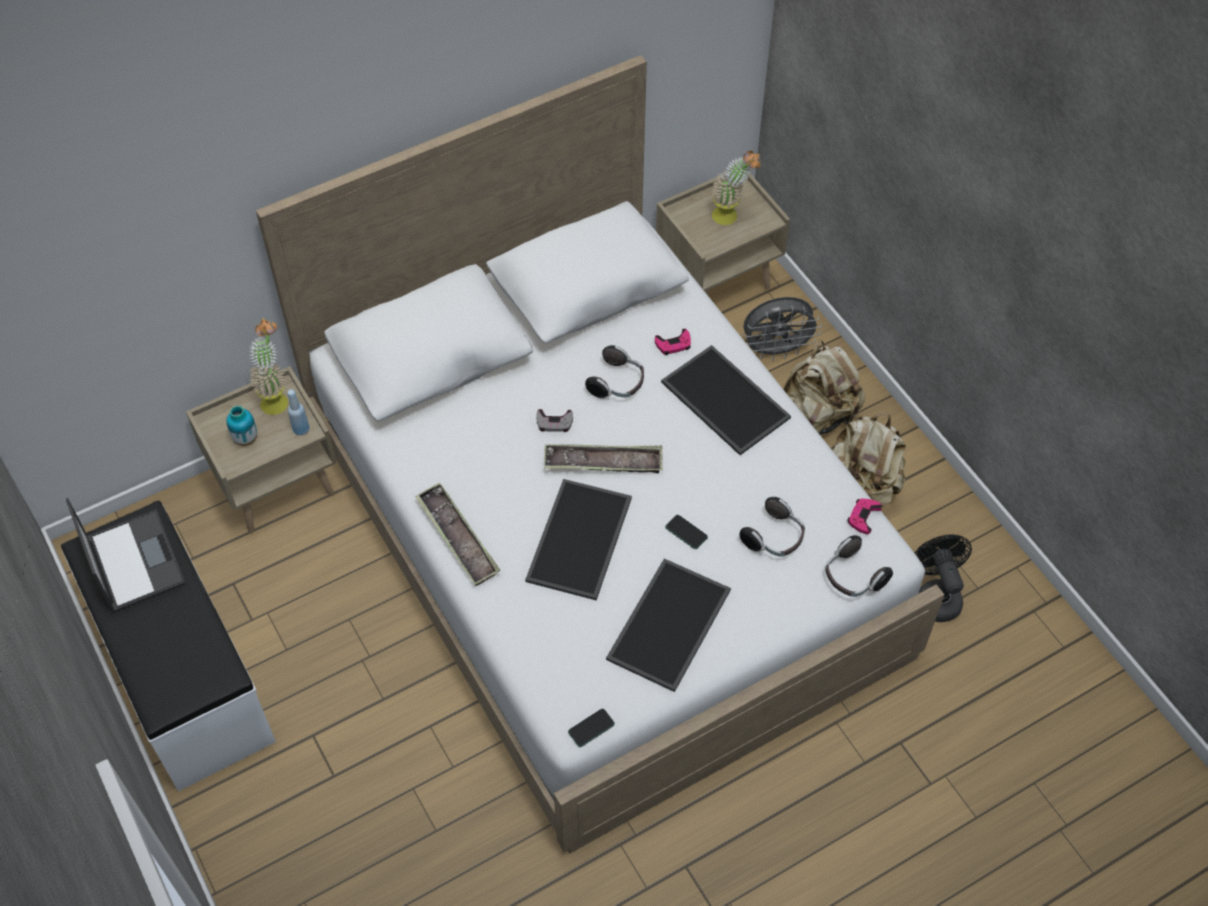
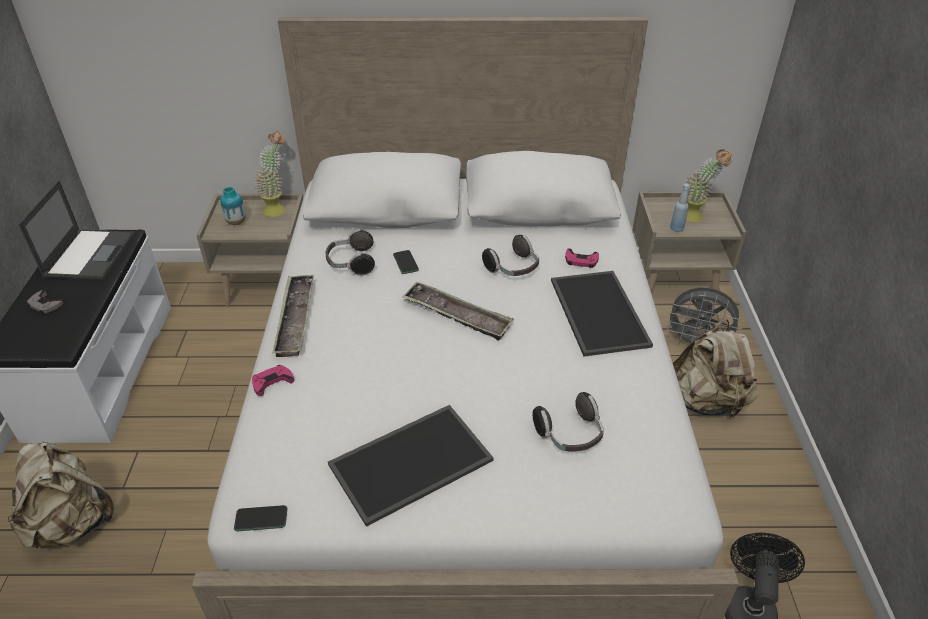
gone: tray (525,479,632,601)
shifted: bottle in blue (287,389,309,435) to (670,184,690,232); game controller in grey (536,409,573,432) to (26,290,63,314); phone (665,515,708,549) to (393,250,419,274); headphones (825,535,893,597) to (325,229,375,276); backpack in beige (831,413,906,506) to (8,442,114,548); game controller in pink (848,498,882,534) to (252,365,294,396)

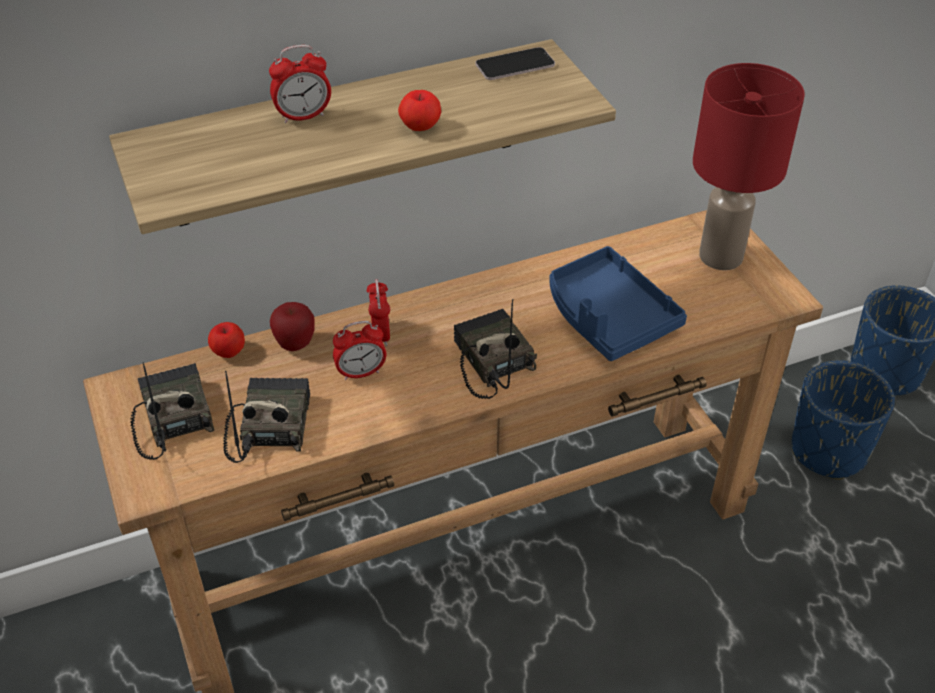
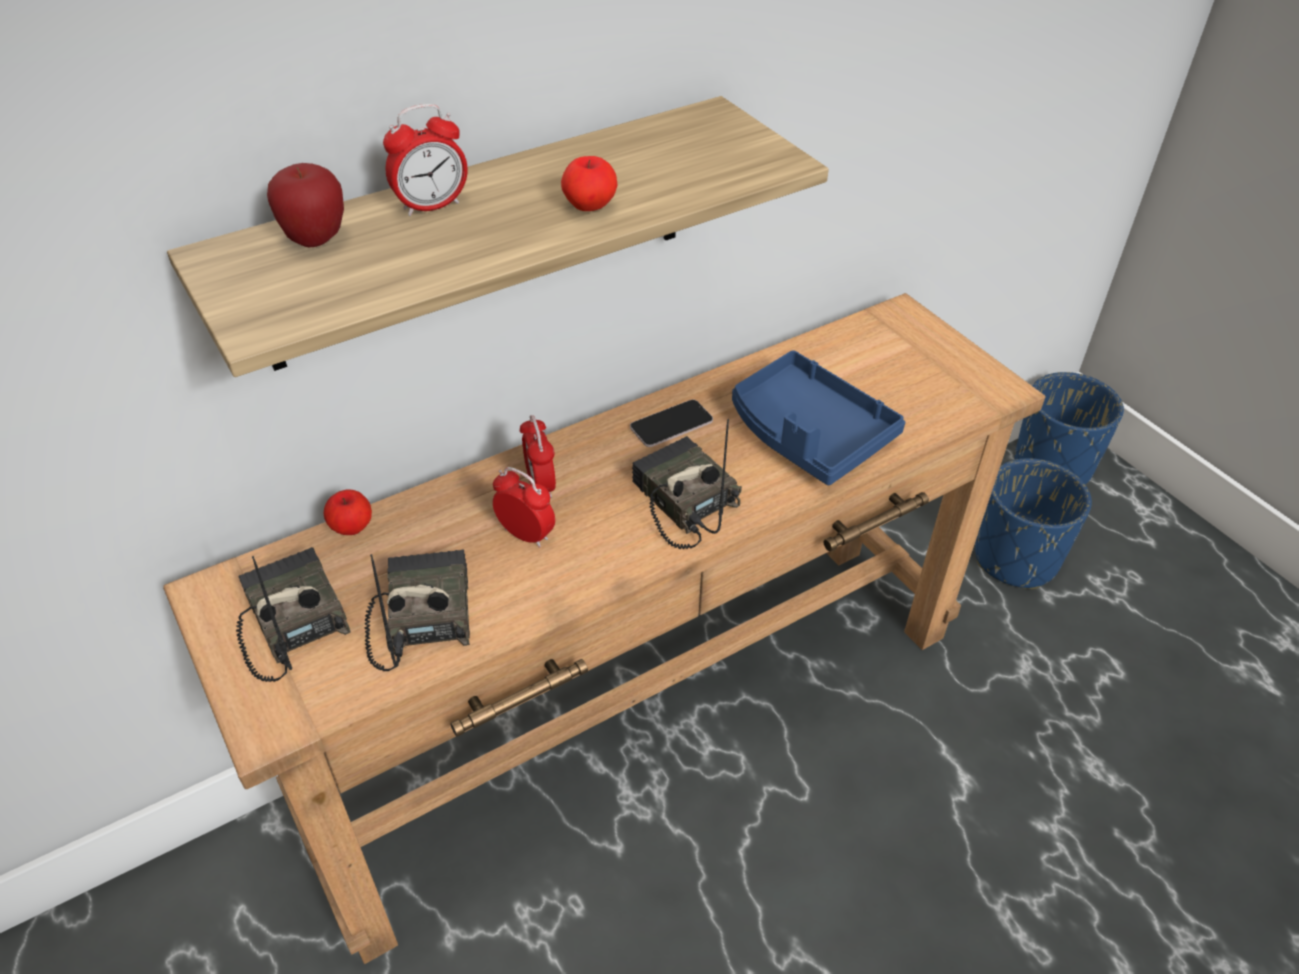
gone: table lamp in red (693,63,805,270)
shifted: apple (270,302,315,351) to (267,163,344,247); phone (475,47,555,80) to (630,399,713,447)
rotated: alarm clock (333,321,386,380) = (493,467,555,548) 120 degrees counterclockwise

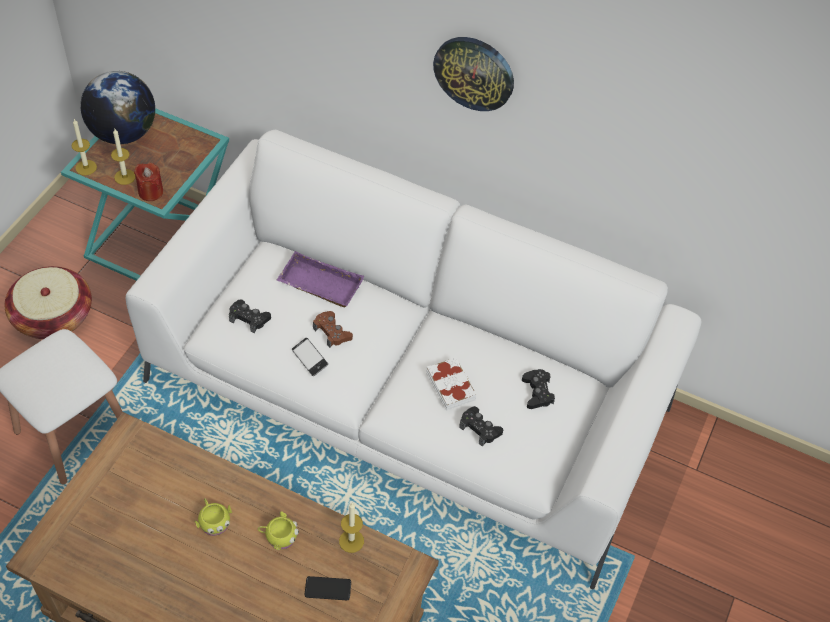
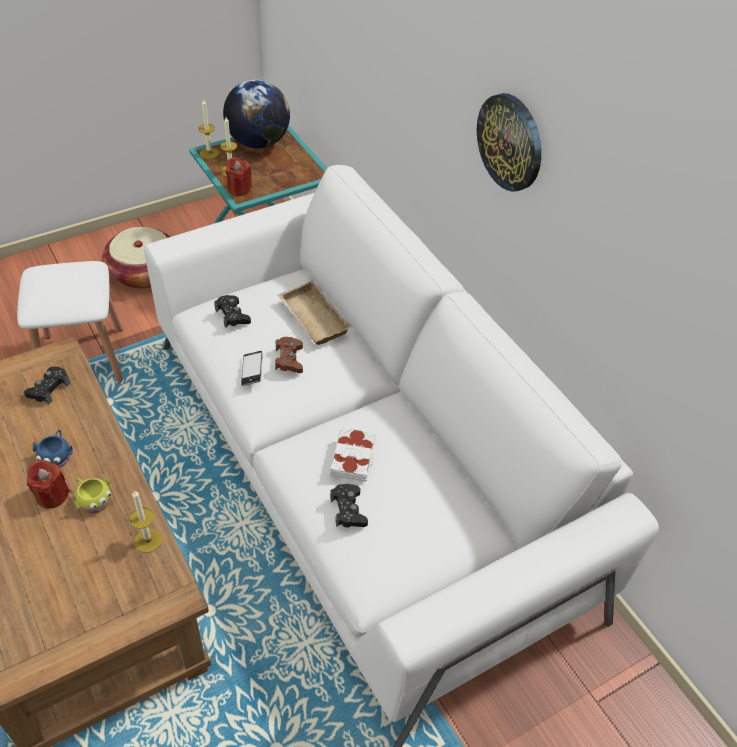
gone: phone (305,576,351,600)
new: candle in red (27,460,70,508)
shifted: game controller in black (522,369,555,409) to (24,367,70,405)
repainted: mug in yellow (195,498,232,536) to mug in blue (33,430,73,468); tray in purple (277,251,364,307) to tray in beige (277,281,352,345)

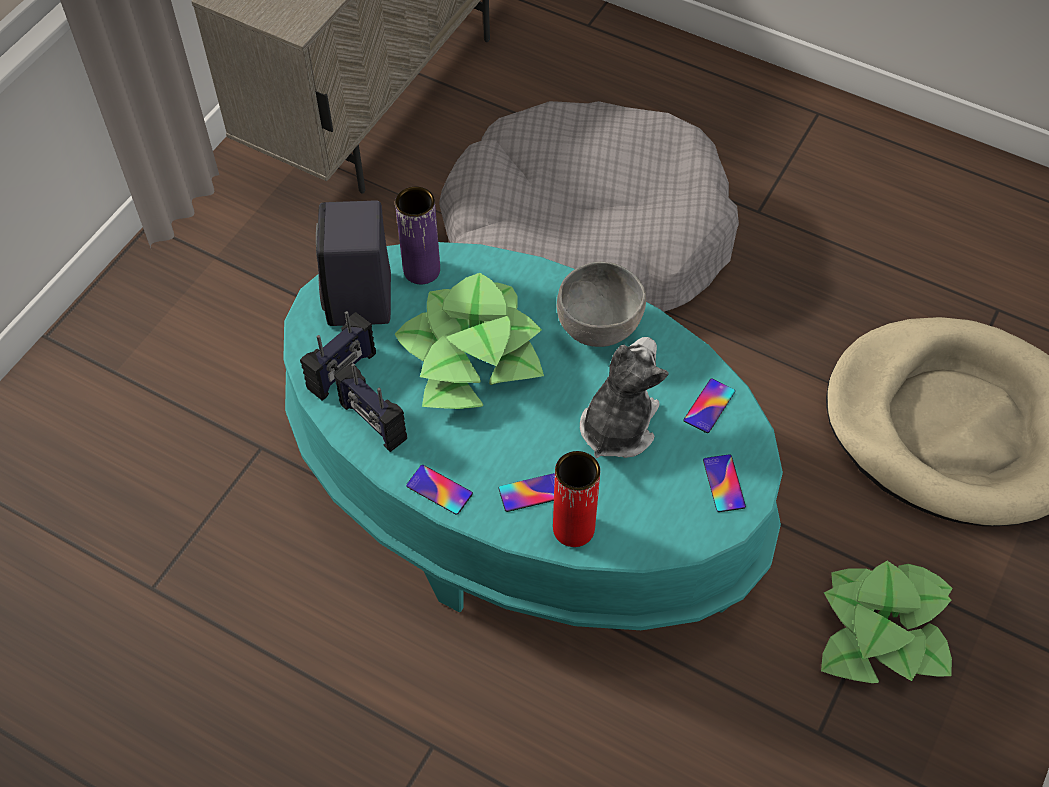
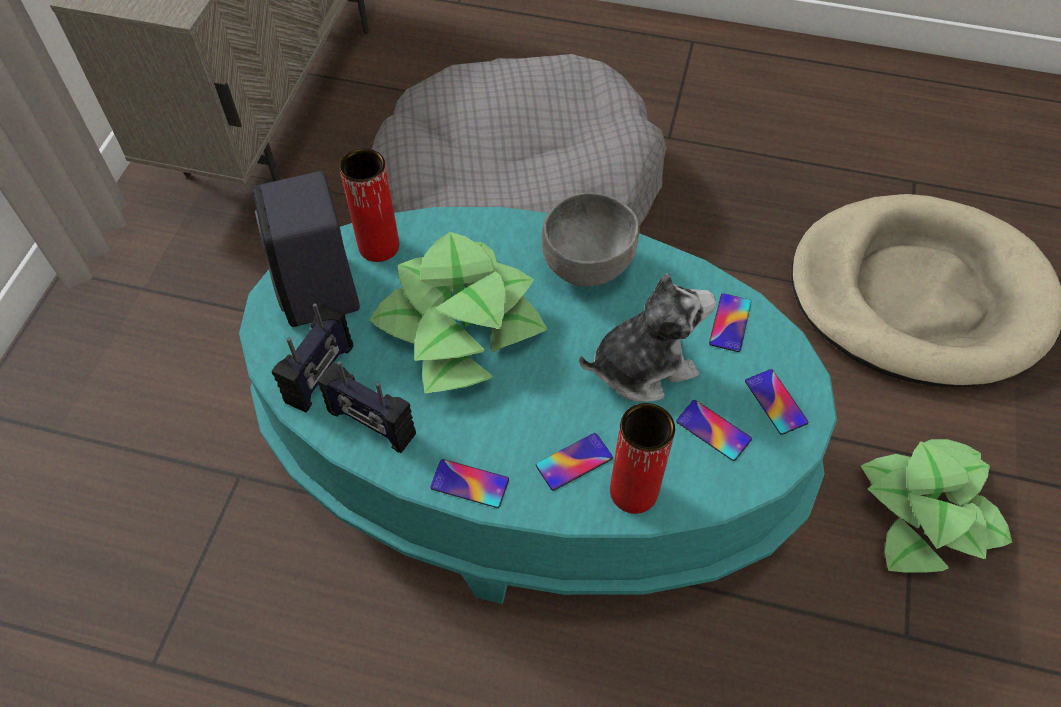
new: phone (676,400,752,461)
repainted: vase in purple (395,187,440,284) to vase in red (339,149,399,262)
rotated: plush toy (580,337,669,458) = (579,273,716,402) 60 degrees clockwise

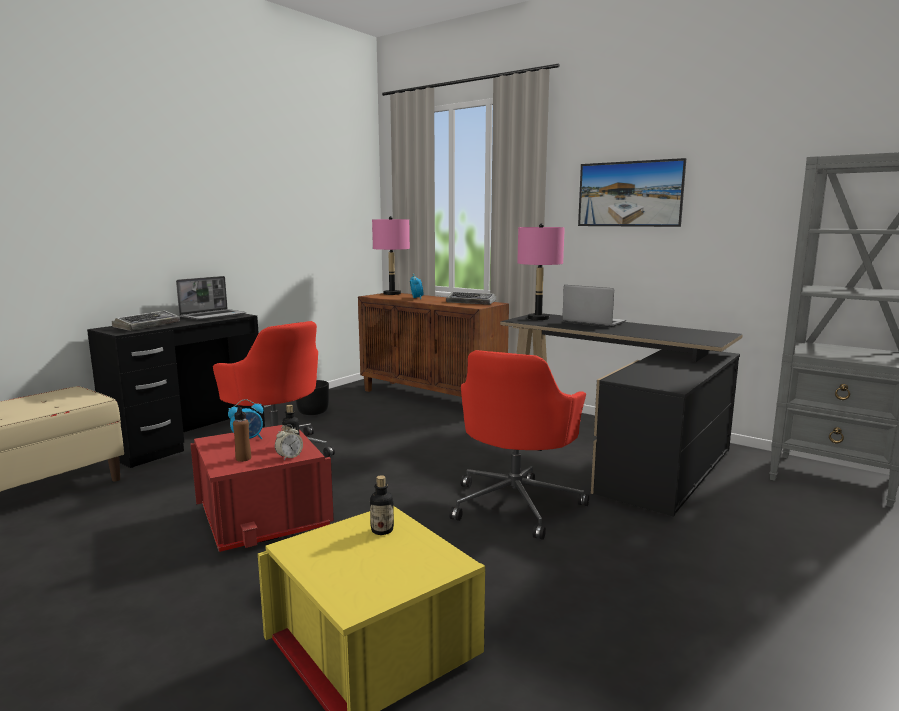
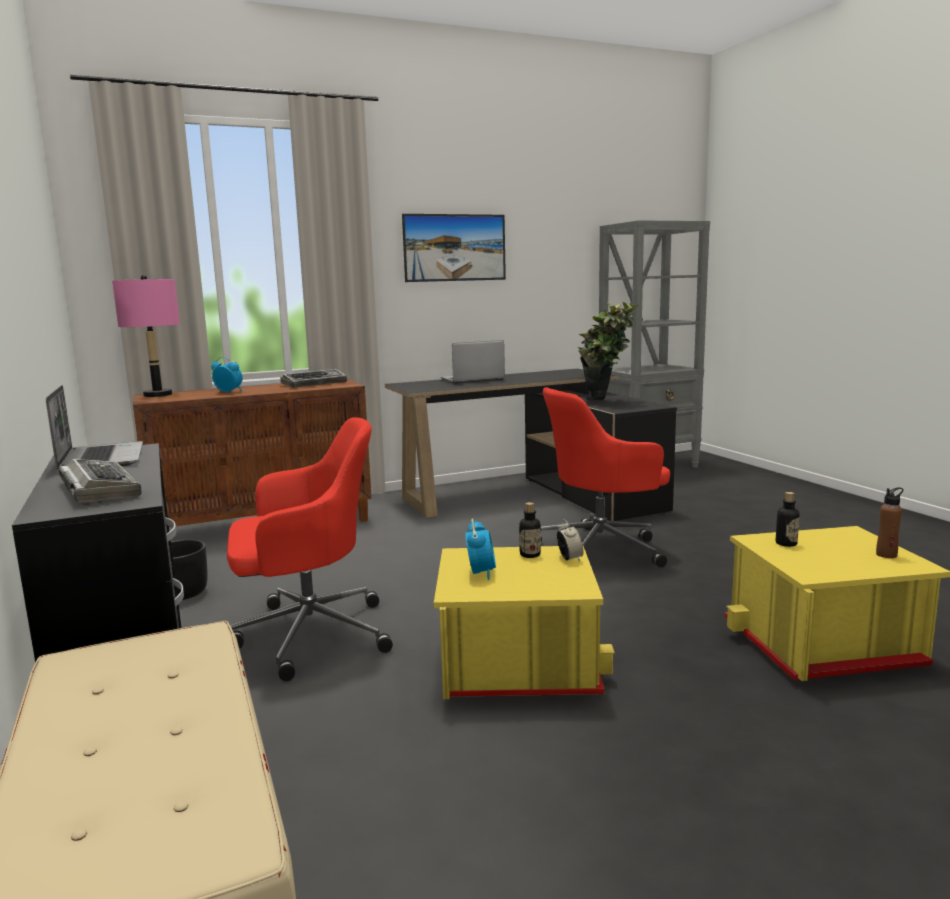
gone: table lamp in pink (517,223,565,320)
new: potted plant (578,302,638,400)
shifted: bottle in brown (233,405,251,462) to (876,487,904,558)
repainted: storage box in red (190,425,334,552) to storage box in yellow (434,546,615,699)
rotated: office chair in red (449,350,589,540) = (541,387,670,567) 105 degrees clockwise

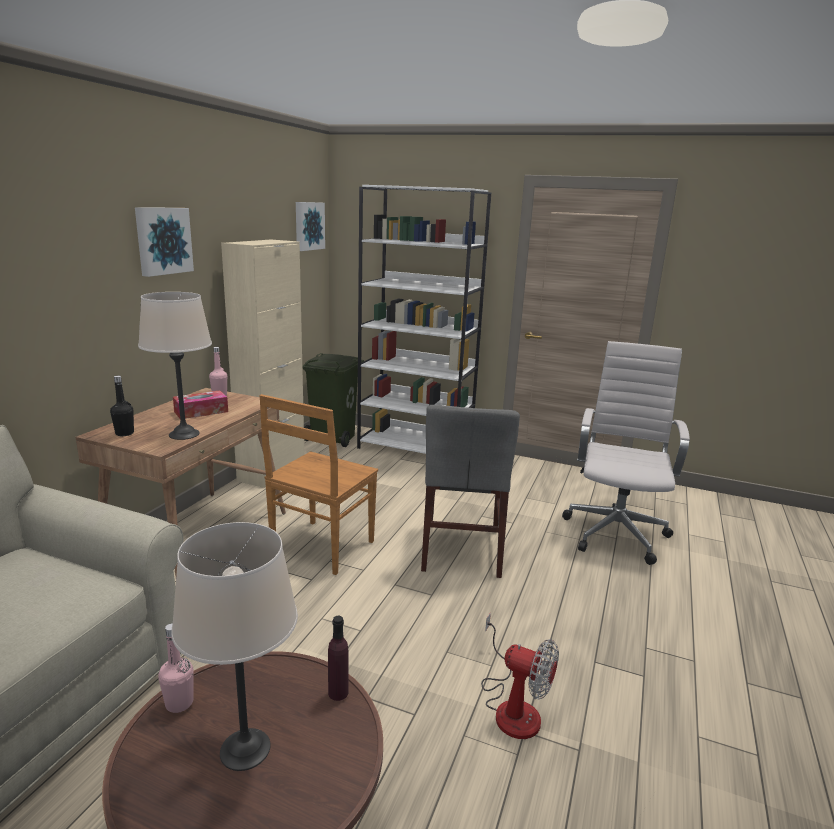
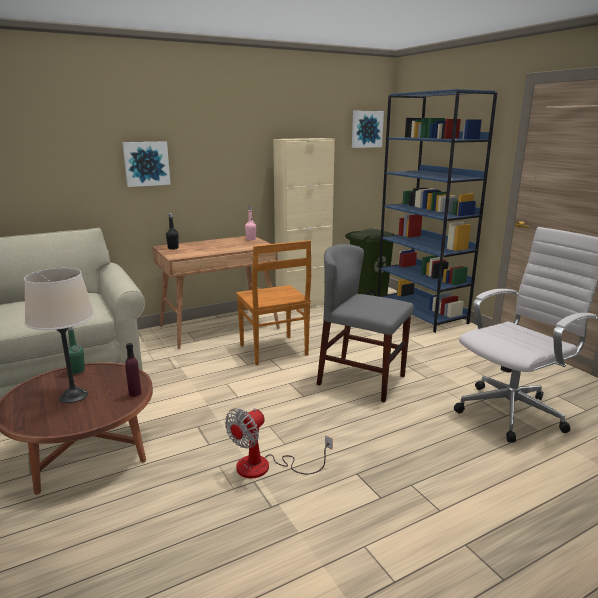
gone: table lamp in beige (138,292,212,440); tissue box (173,390,228,419)
shifted: picture (135,207,194,277) to (122,141,171,187)
repainted: bottle in pink (158,624,194,713) to bottle in green (68,327,85,374); bookcase in white (357,185,491,454) to bookcase in blue (377,89,497,333)
rotated: chair in brown (259,394,378,575) = (236,240,311,365) 90 degrees counterclockwise; chair in grey (421,405,520,578) = (317,244,414,403) 75 degrees clockwise; fan (481,613,559,739) = (225,408,333,478) 60 degrees clockwise

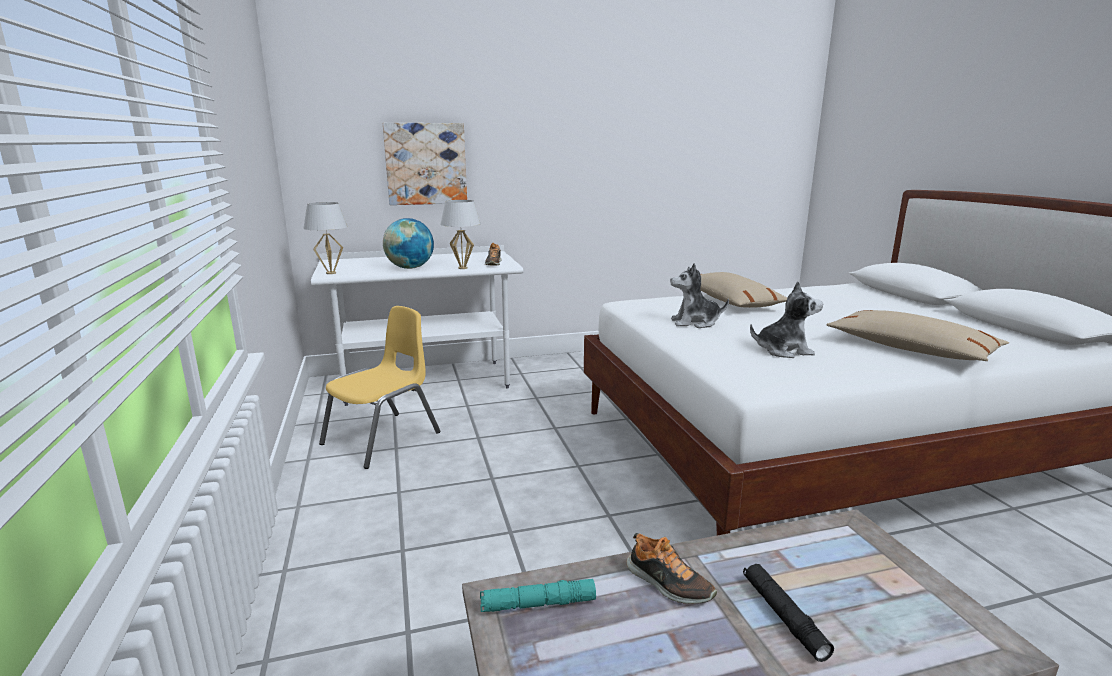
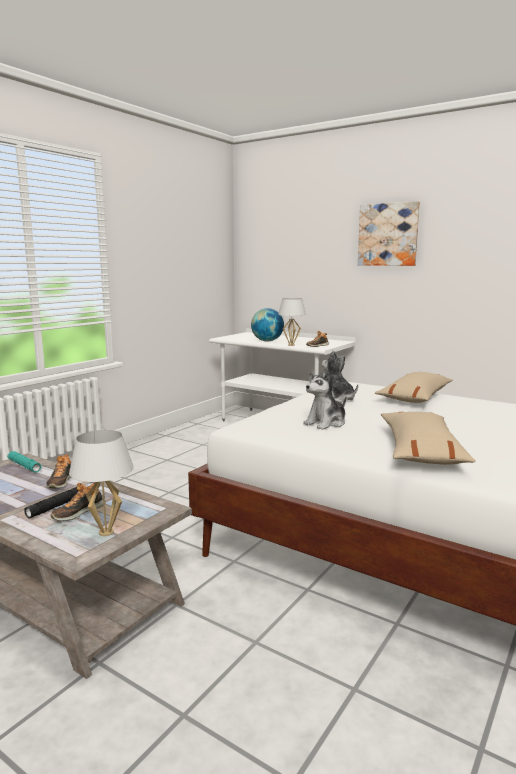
gone: chair in yellow (319,306,440,469)
new: shoe (50,482,106,521)
shifted: table lamp in white (303,202,348,274) to (69,430,134,536); picture (383,123,467,205) to (358,201,420,266)
rotated: plush toy (750,281,823,358) = (303,368,346,430) 90 degrees clockwise

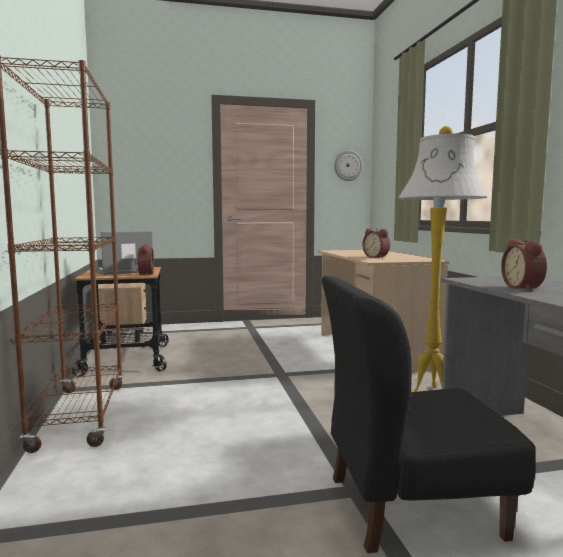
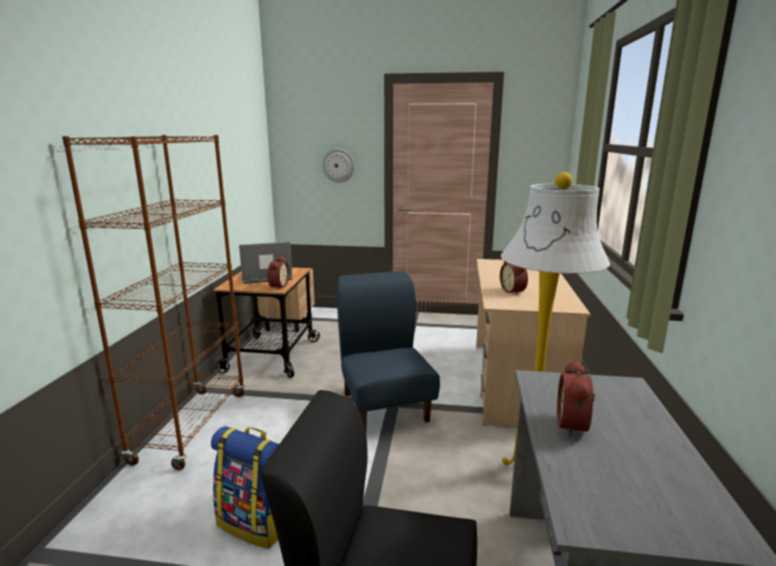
new: backpack (211,426,279,549); chair in blue (337,271,440,430)
shifted: wall clock (334,150,363,181) to (322,148,355,183)

